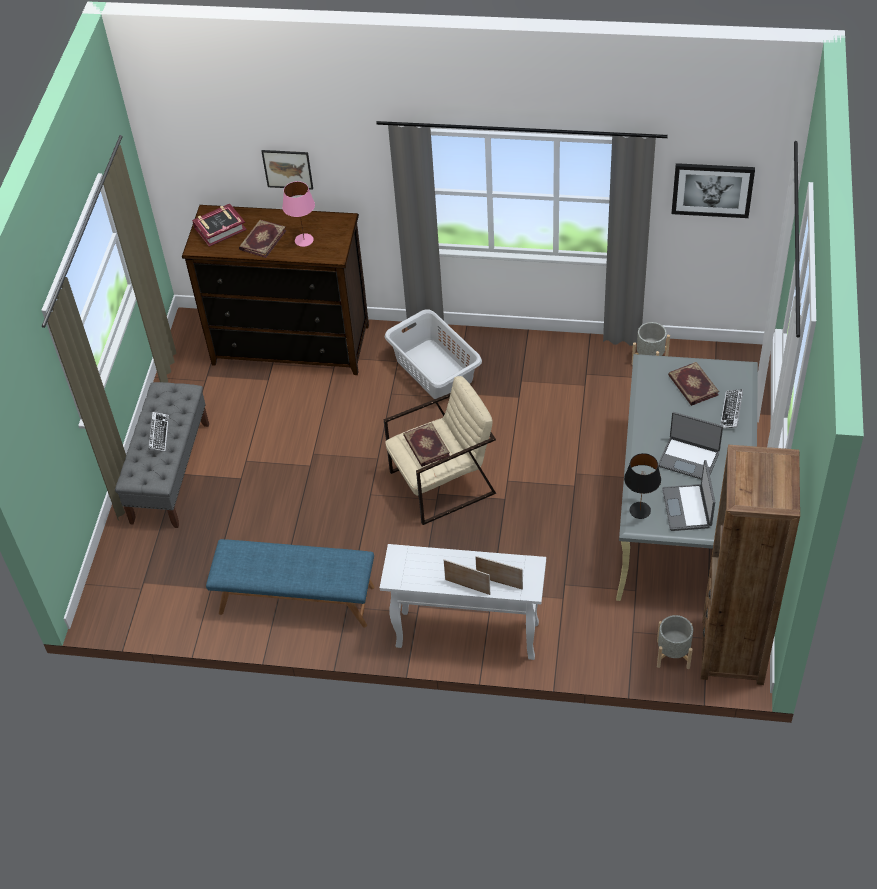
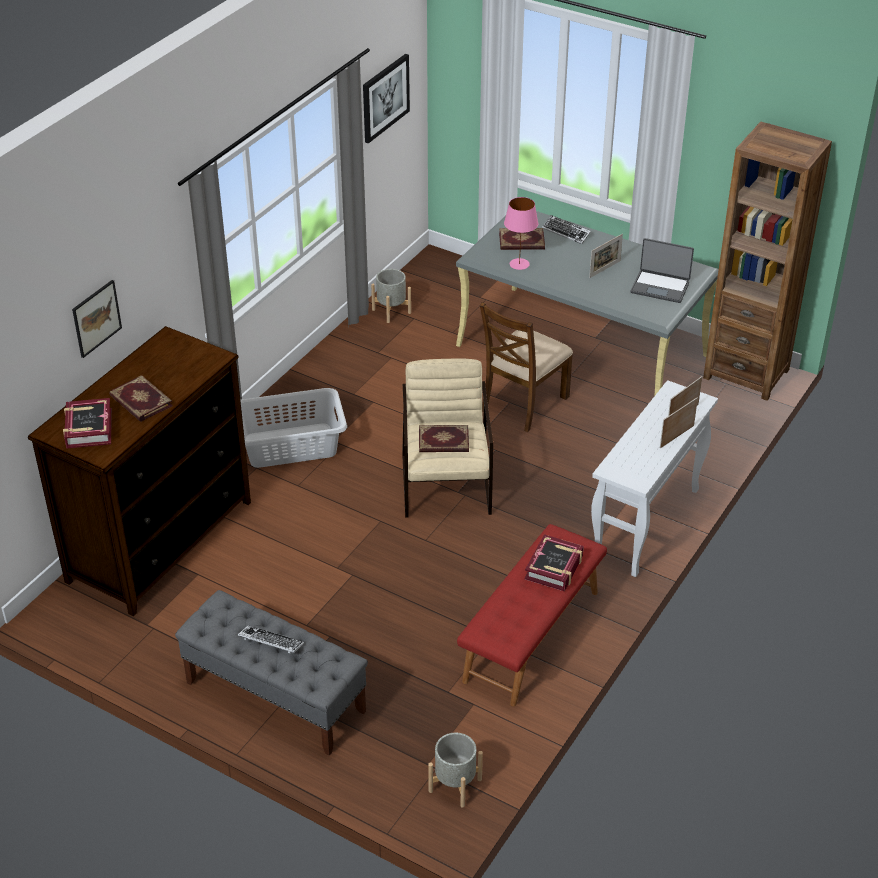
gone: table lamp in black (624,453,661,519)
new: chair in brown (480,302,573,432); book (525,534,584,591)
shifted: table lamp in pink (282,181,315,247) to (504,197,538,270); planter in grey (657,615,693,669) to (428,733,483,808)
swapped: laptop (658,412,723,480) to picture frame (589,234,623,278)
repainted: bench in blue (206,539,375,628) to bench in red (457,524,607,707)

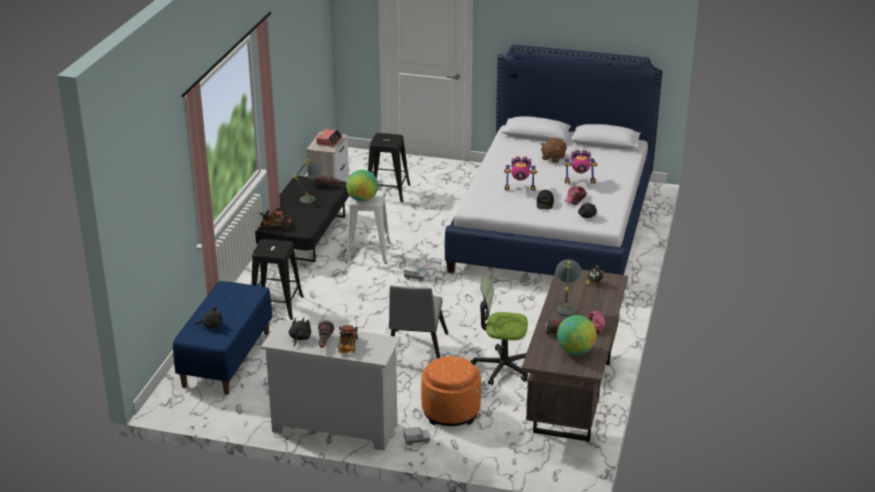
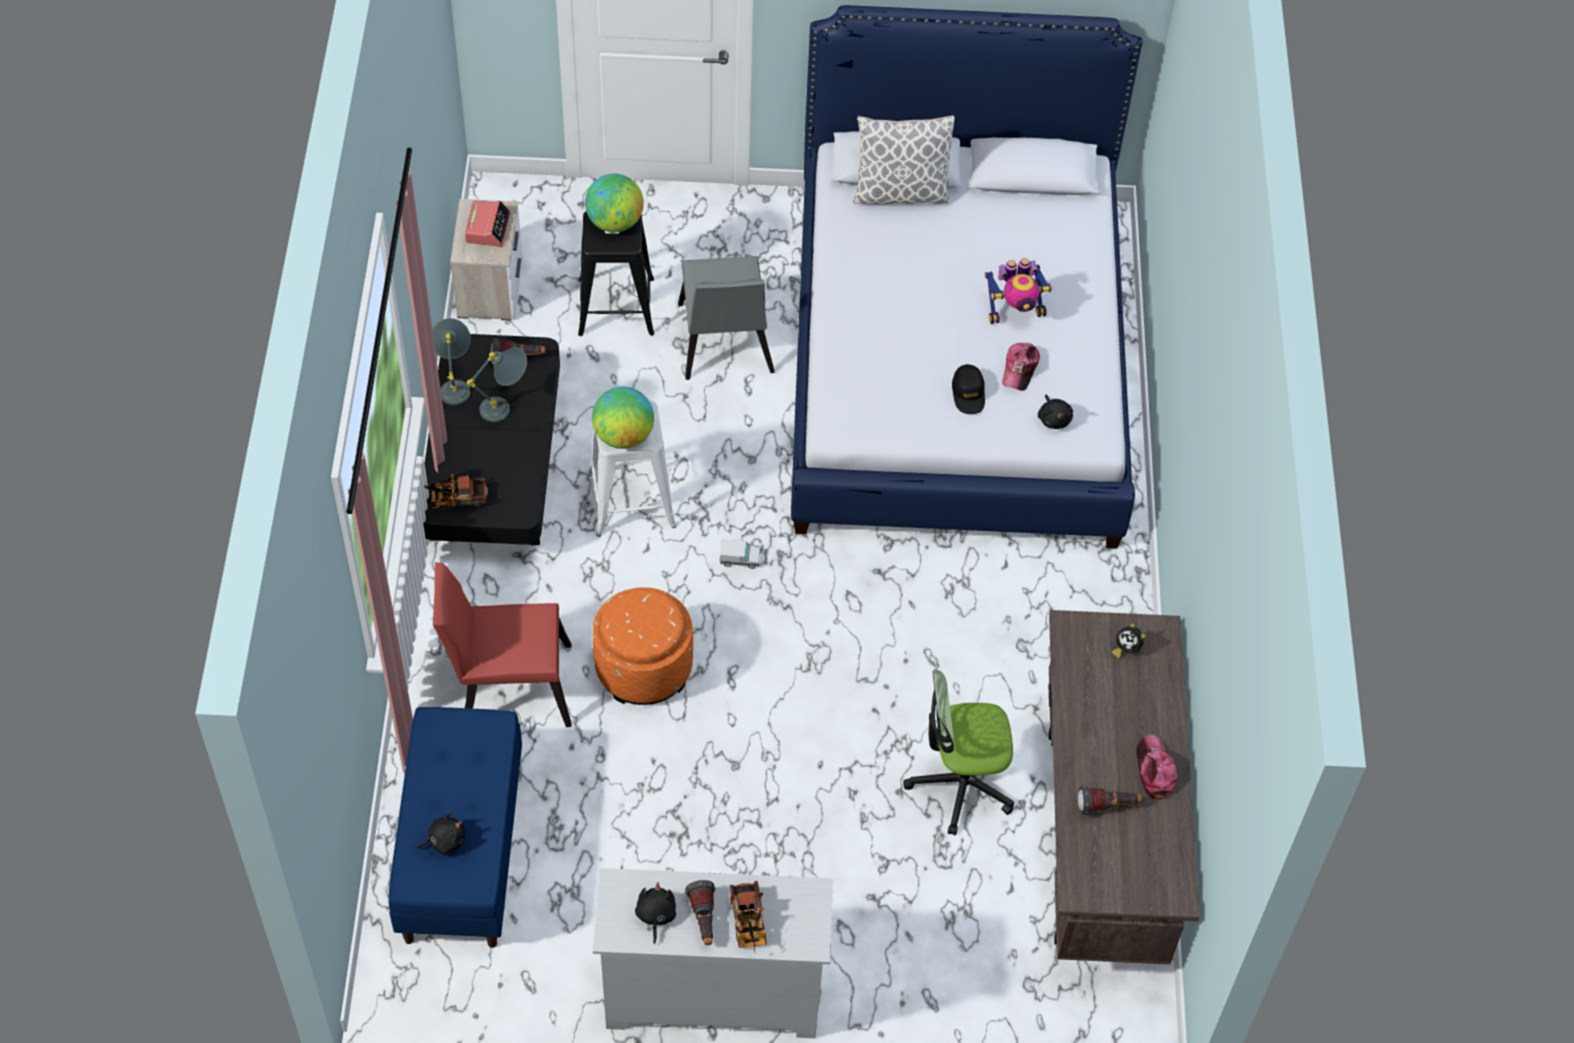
gone: toy truck (404,427,430,446); toy robot (504,156,537,191); plush toy in brown (541,138,567,163)
new: pillow (853,115,955,204)
shifted: chair in grey (389,285,448,359) to (678,256,775,380); ottoman in orange (421,356,481,426) to (593,587,693,705); table lamp in grey (556,260,581,316) to (432,318,471,405); globe (557,315,597,355) to (585,174,644,232)
swapped: stool in black (252,239,304,320) to chair in red (433,562,572,727)

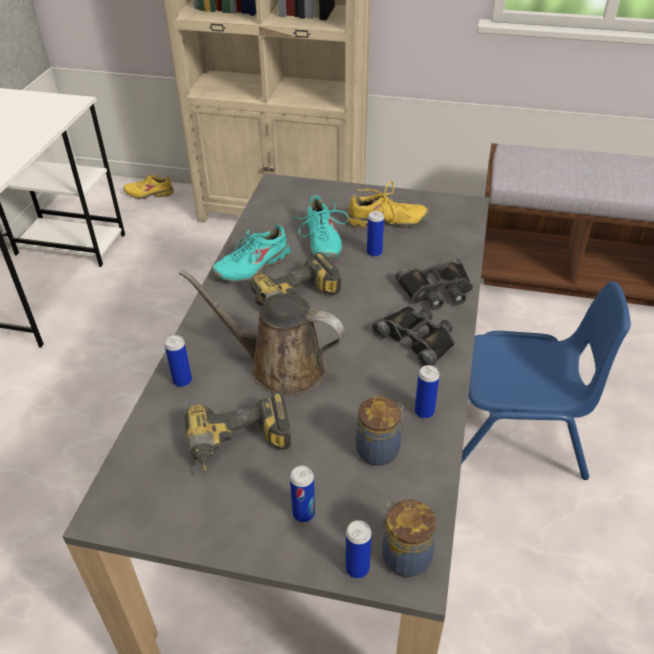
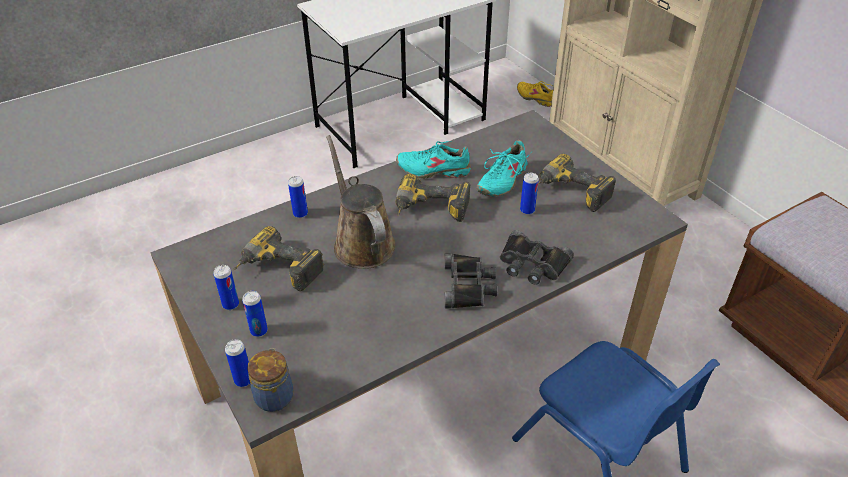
gone: jar (356,397,404,466)
shifted: can (415,365,440,419) to (213,265,239,310)
swapped: shoe in yellow (347,181,428,228) to power drill (538,154,616,212)

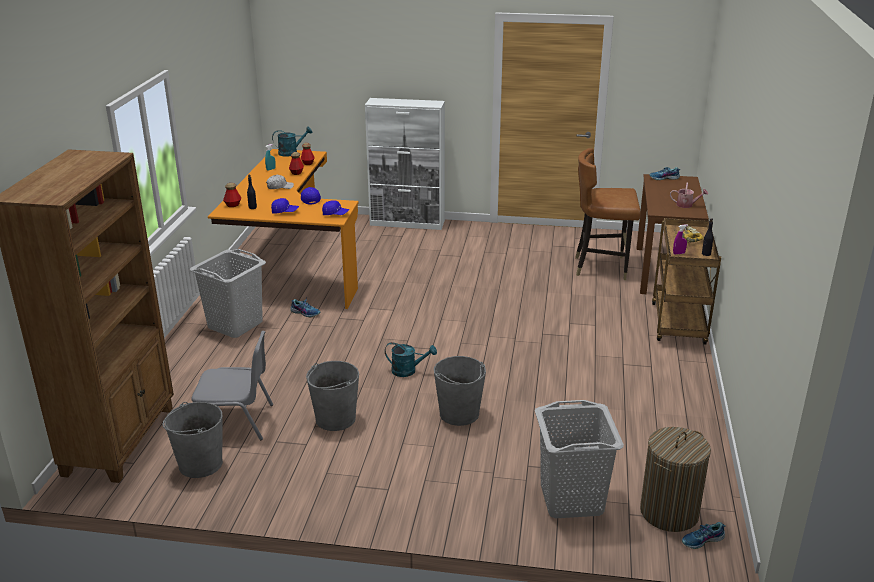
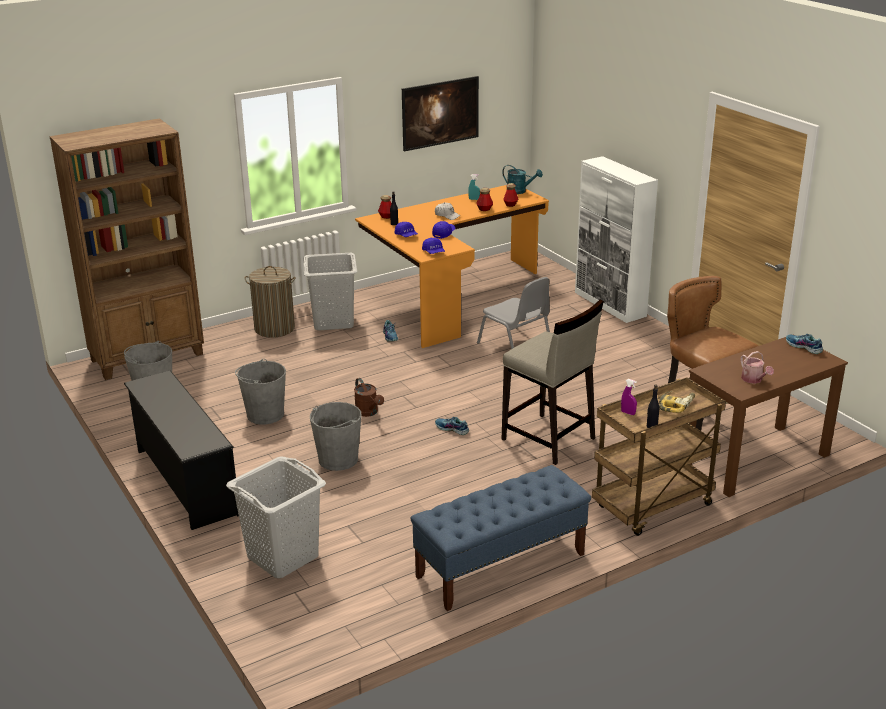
new: shoe rack in black (124,371,239,530); picture (402,76,479,151); bench in blue (410,465,591,611); stool in beige (501,299,604,465)
shifted: chair in grey (191,331,273,440) to (477,277,550,349); laundry basket (640,427,711,532) to (244,266,296,338); shoe (682,522,726,549) to (435,417,469,435)
repainted: watering can in turquoise (385,342,437,377) to watering can in brown (354,378,384,417)

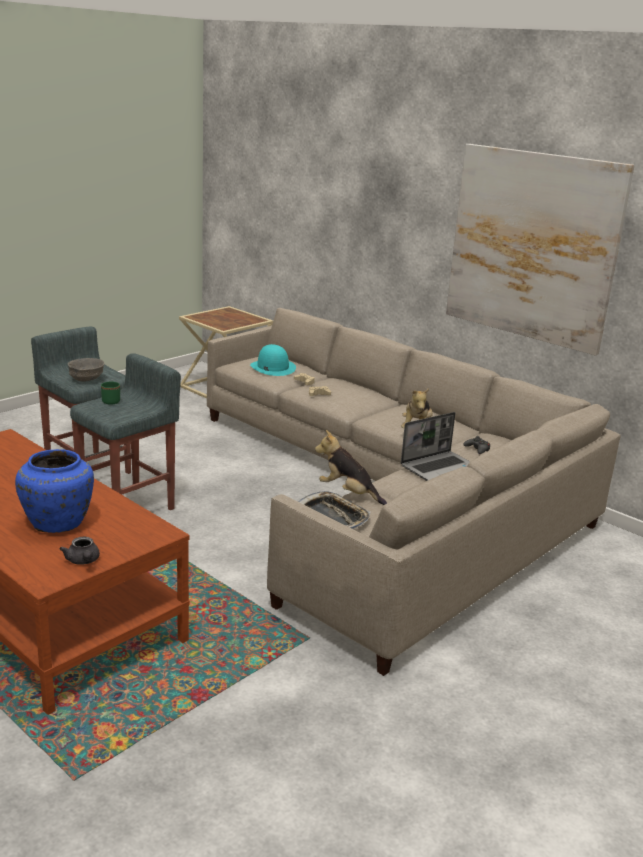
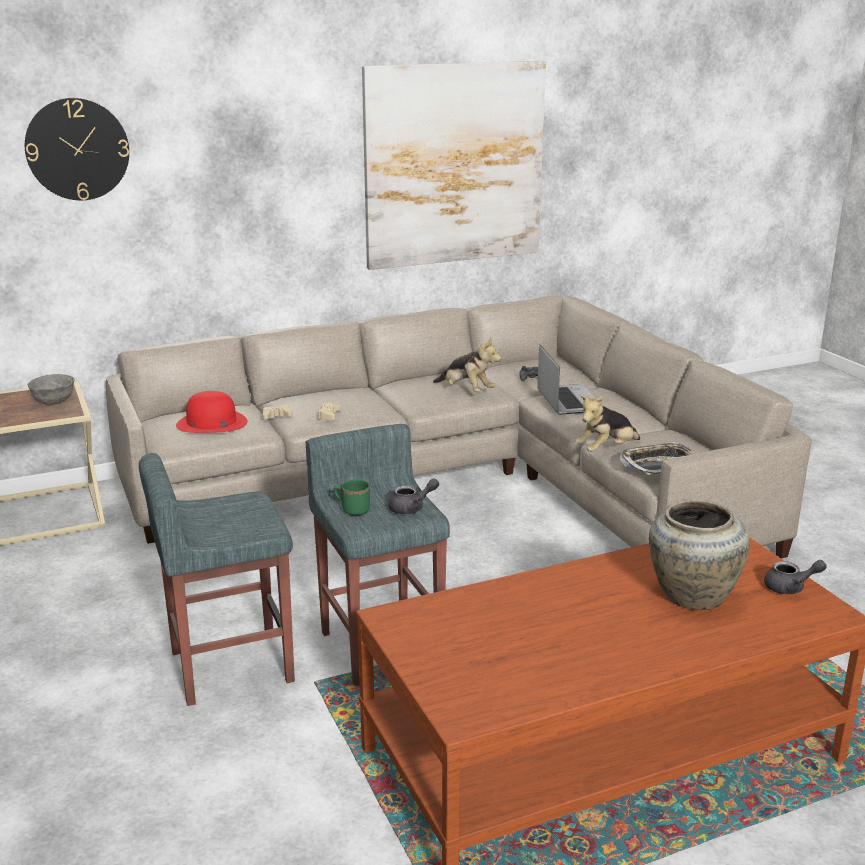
new: wall clock (25,98,129,200); teapot in grey (388,478,439,514)
shifted: bowl in grey (68,358,105,382) to (28,374,75,405)
repainted: vase in blue (15,449,94,533) to vase in beige (649,500,750,610); hat in turquoise (250,344,296,376) to hat in red (176,391,248,433)

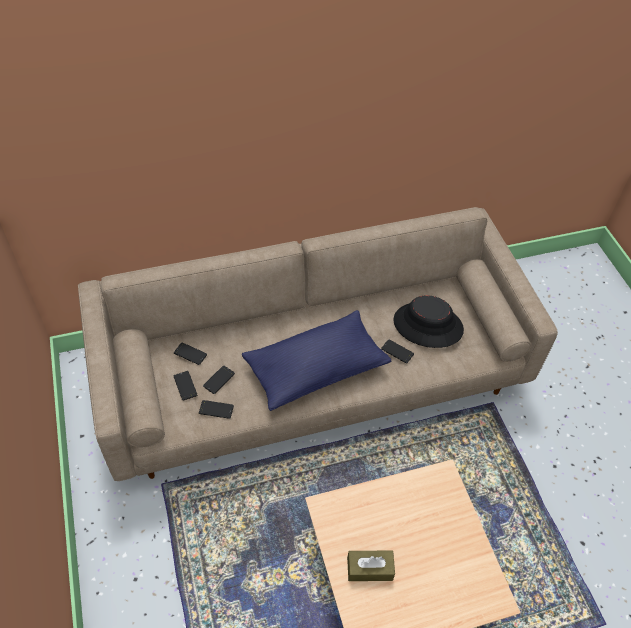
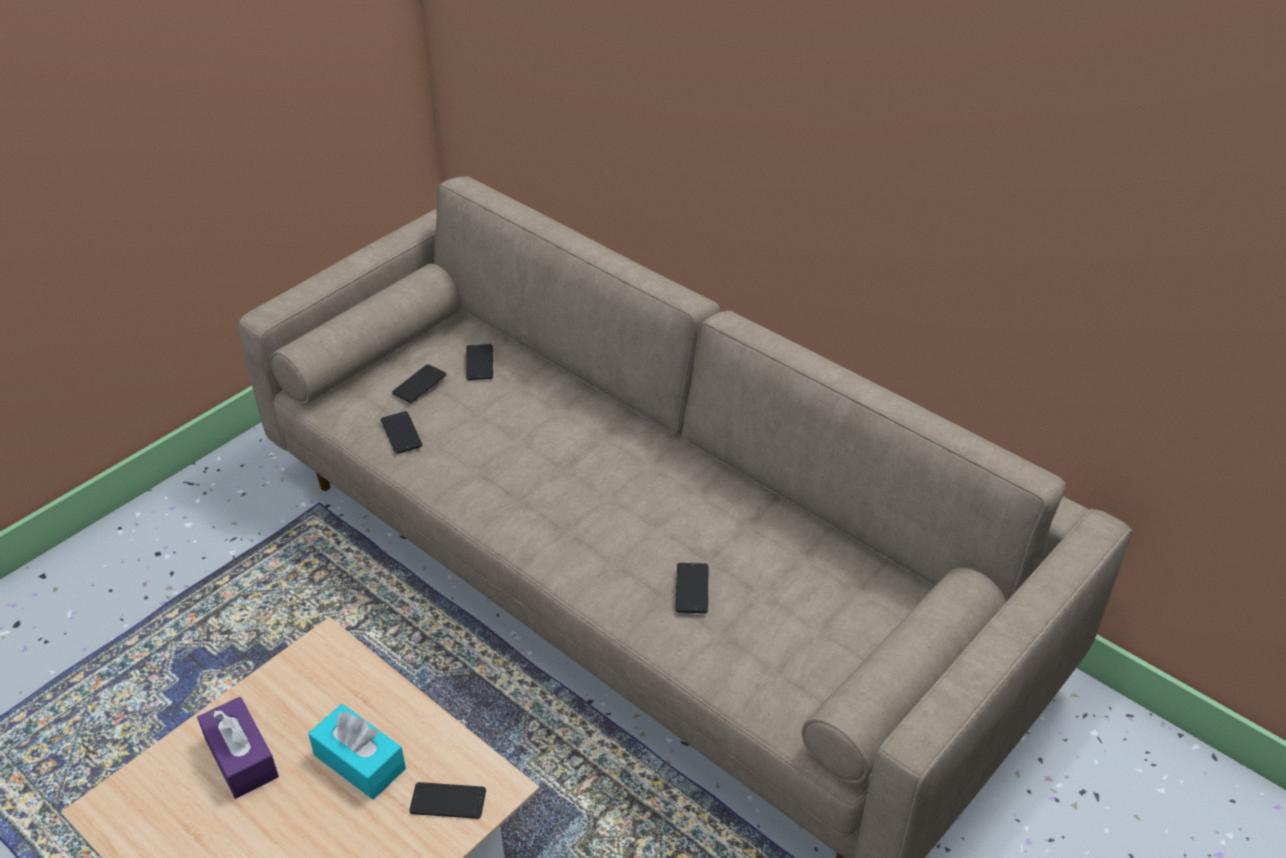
gone: pillow in blue (242,310,391,411); hat in black (393,295,464,348)
new: tissue box in turquoise (308,704,406,800)
shifted: phone (203,366,235,394) to (409,782,486,819)
repainted: tissue box in brown (347,550,395,581) to tissue box in purple (197,697,279,799)

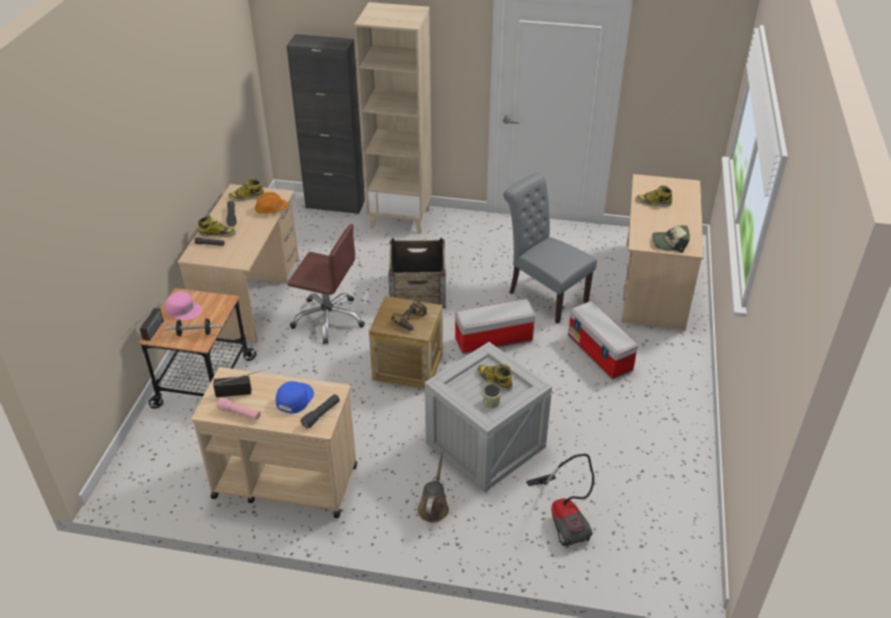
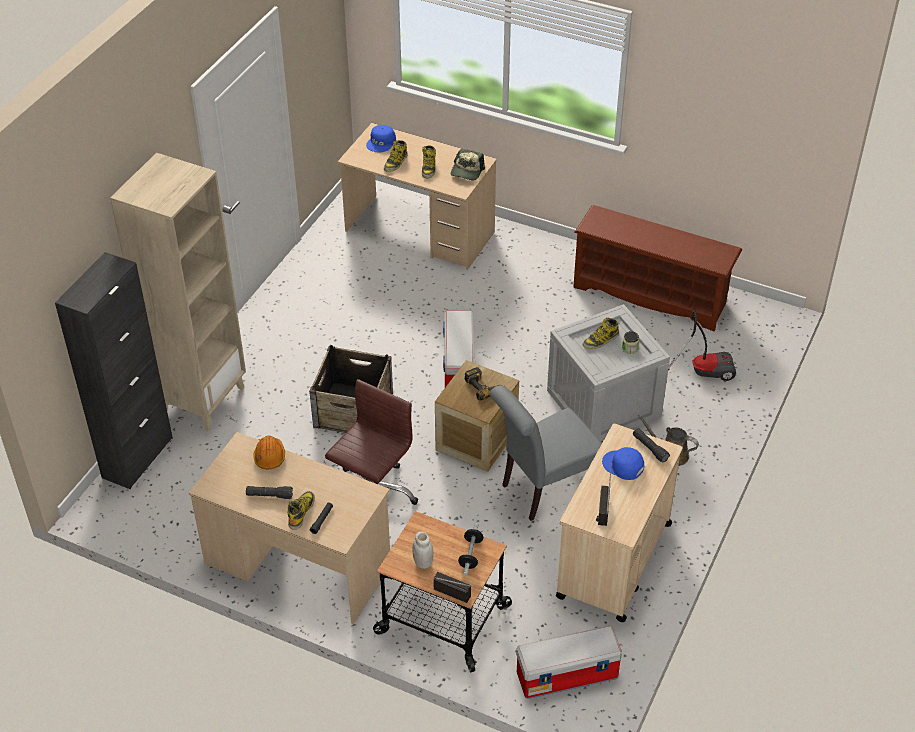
gone: flashlight in pink (217,397,261,420)
new: cap in blue (366,125,396,152); shoe rack in brown (573,205,742,332)
shifted: boot (228,178,264,201) to (422,145,436,178); chair in grey (503,173,597,324) to (490,385,602,521); storage box (568,301,638,380) to (516,626,622,699)
swapped: cap in pink (165,291,202,321) to jar in white (412,531,434,569)

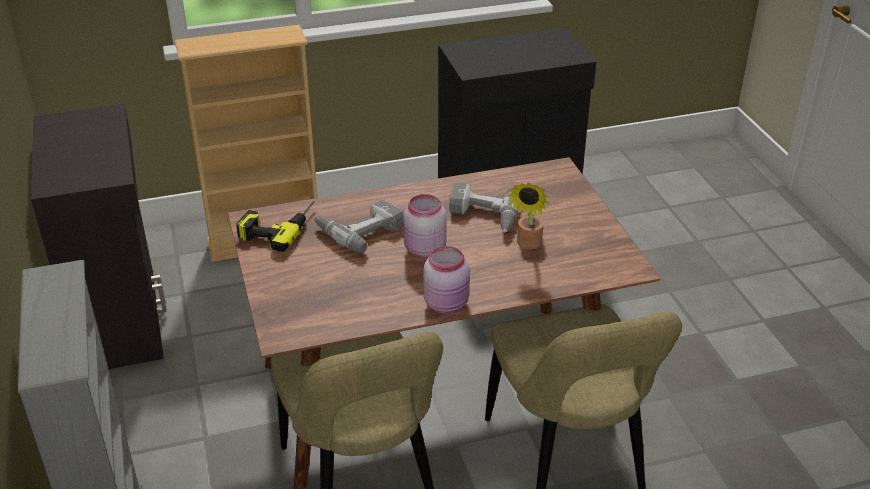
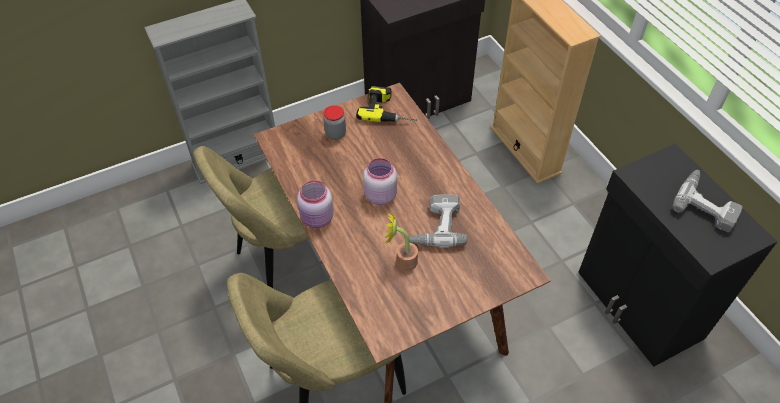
new: jar (323,105,346,140)
shifted: power drill (315,200,403,253) to (672,170,743,233)

